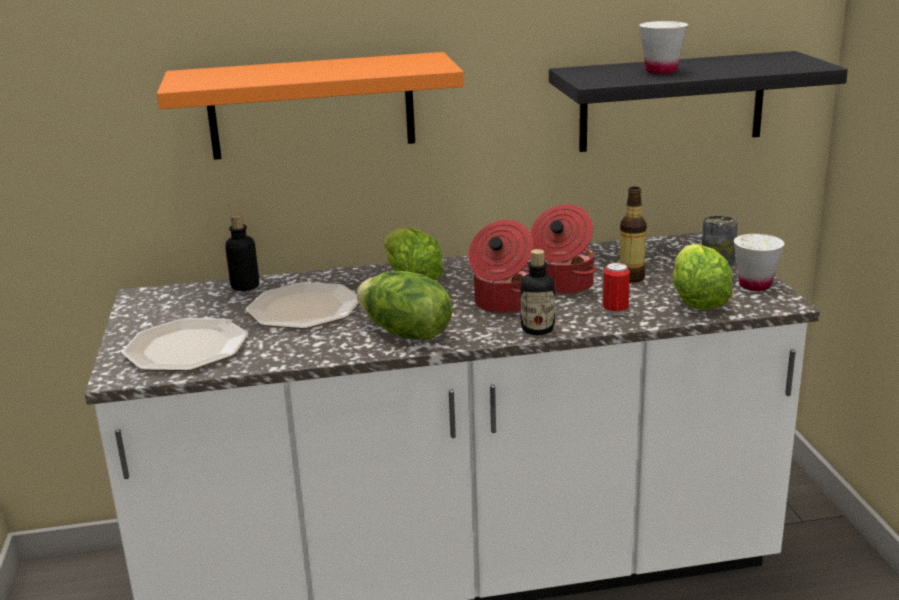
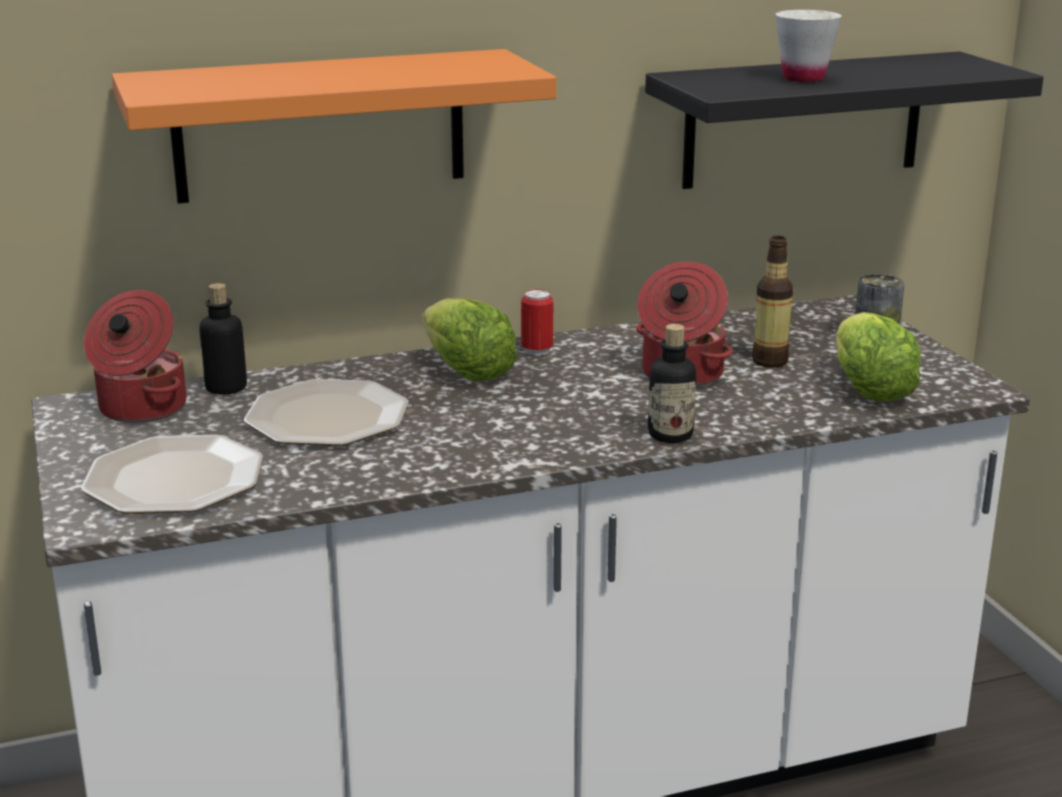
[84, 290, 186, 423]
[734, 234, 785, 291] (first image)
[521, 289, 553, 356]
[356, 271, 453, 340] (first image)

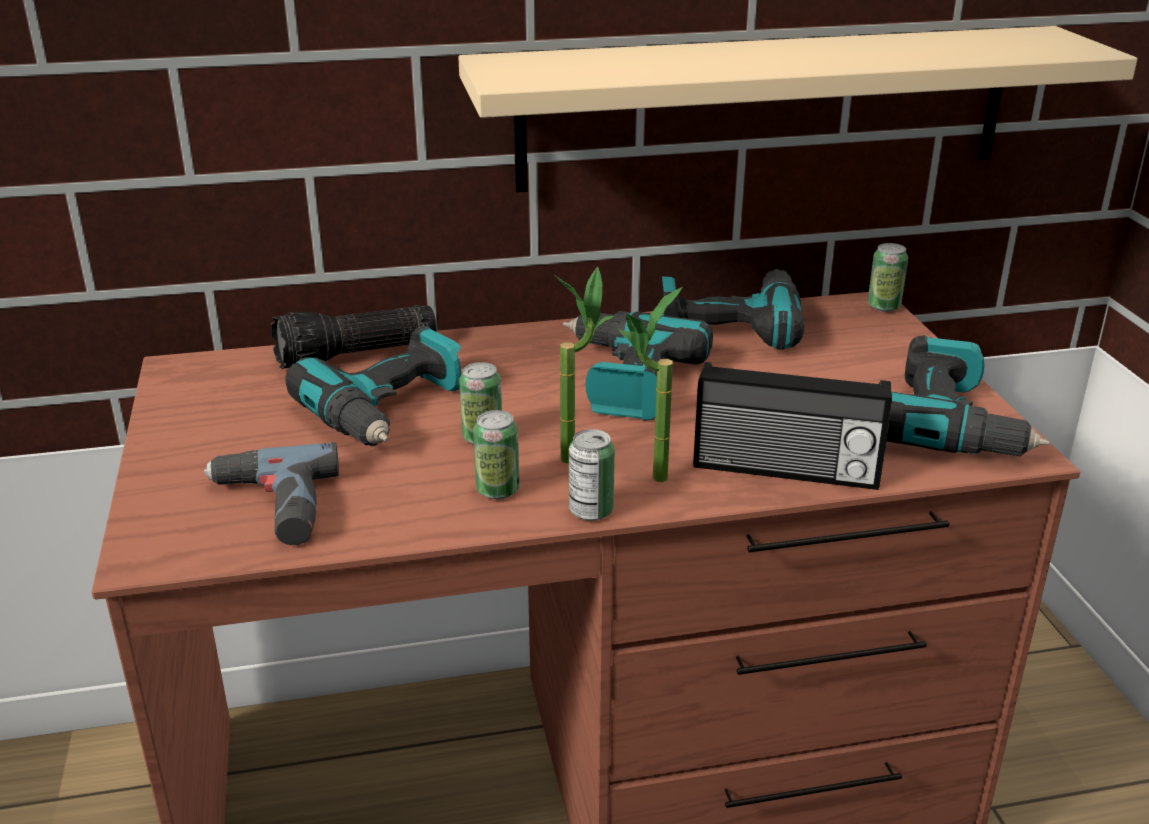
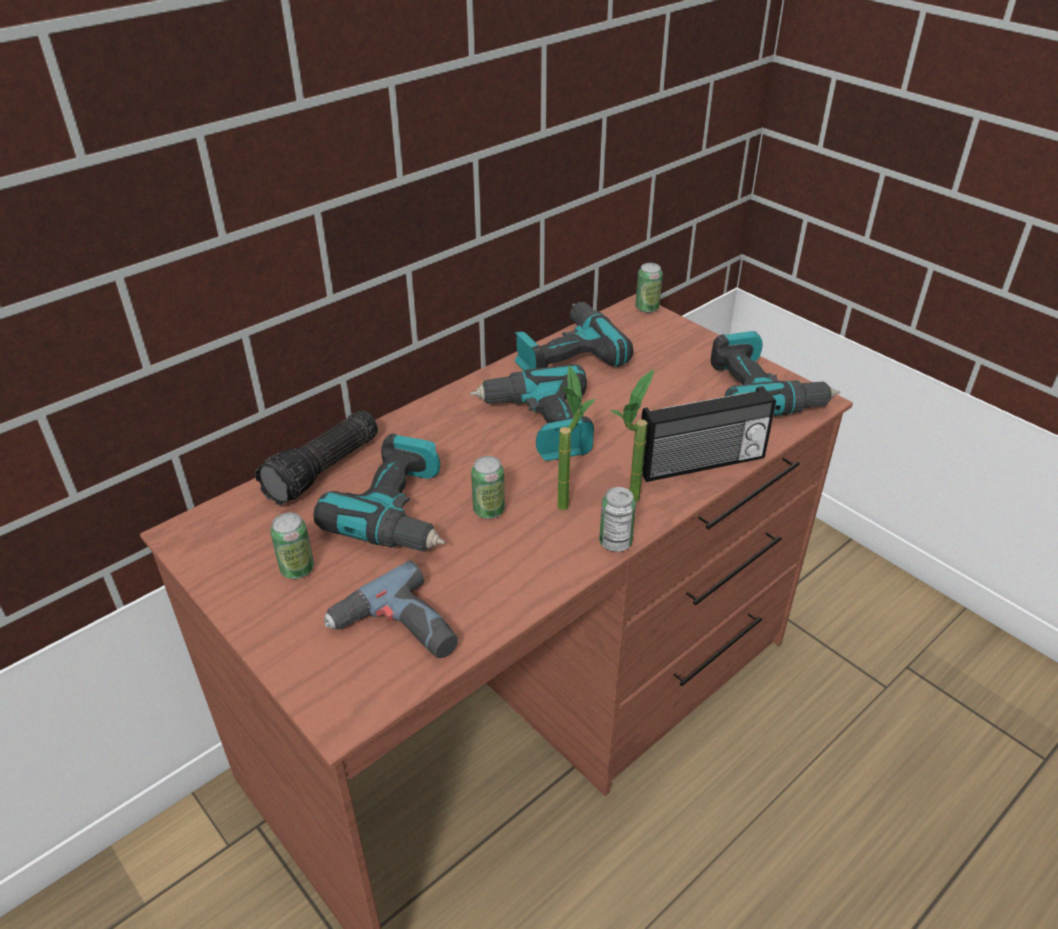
[458, 26, 1138, 192] (first image)
[270, 512, 314, 579]

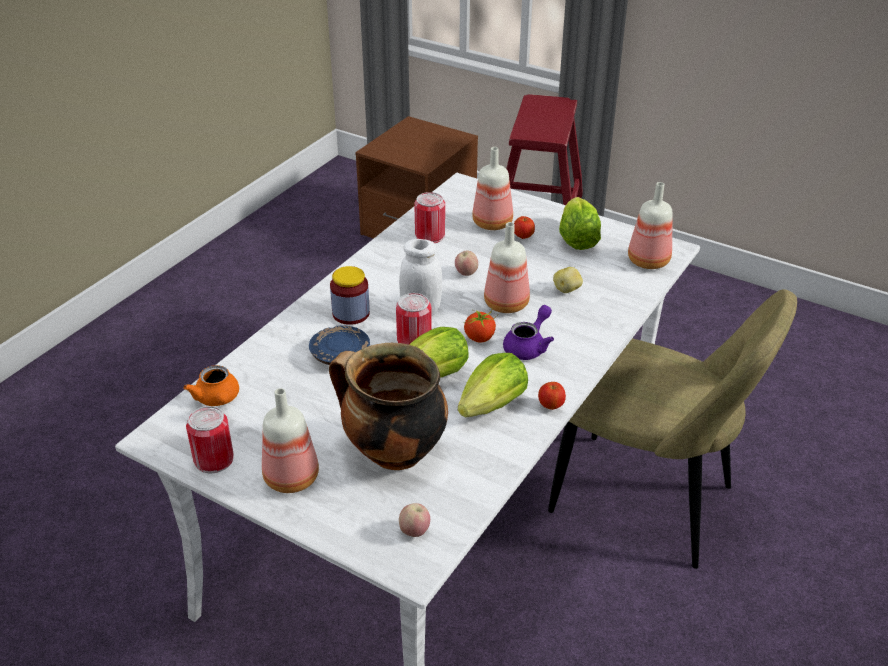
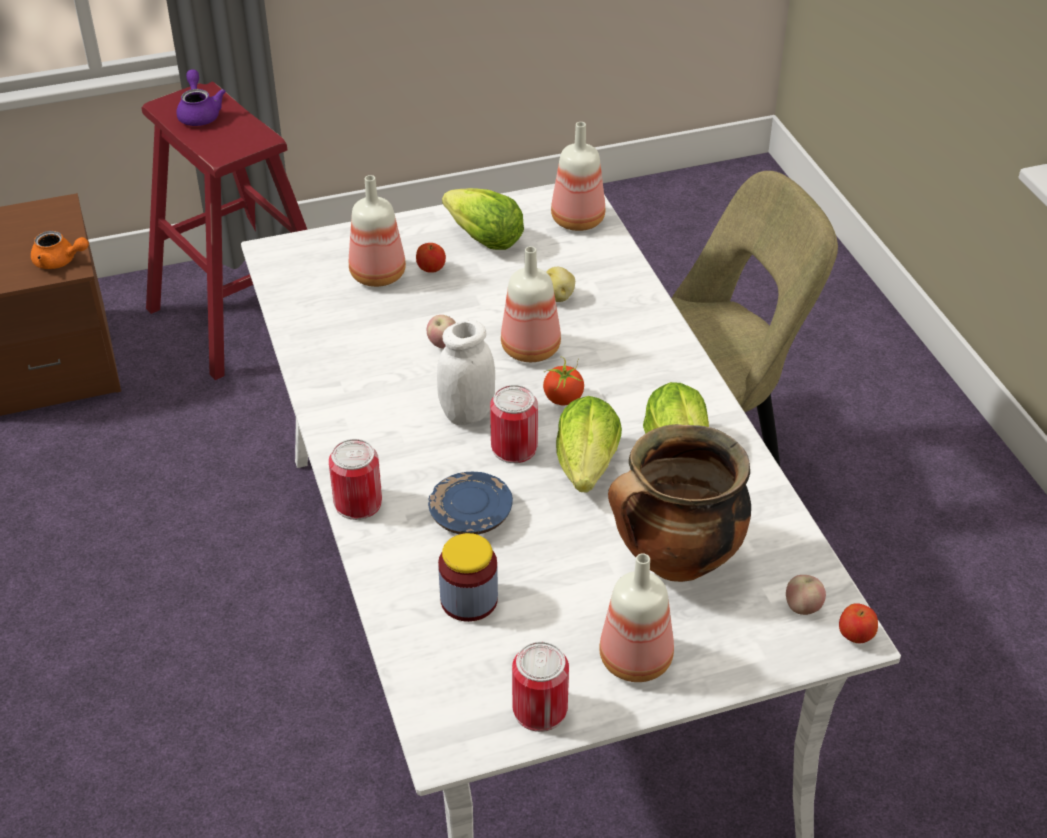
[329, 439, 382, 520]
[438, 533, 498, 622]
[176, 69, 226, 126]
[31, 231, 89, 269]
[839, 603, 878, 643]

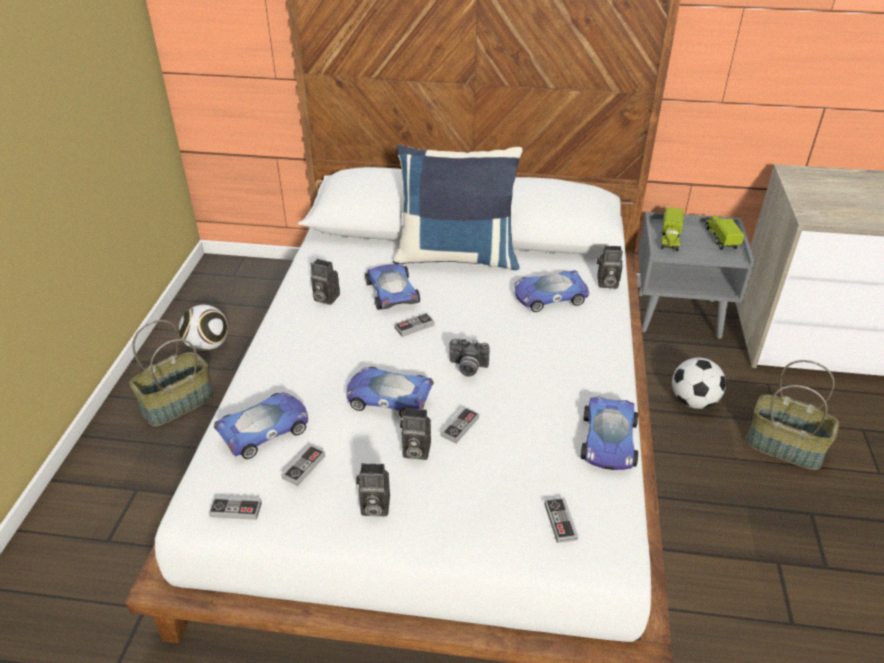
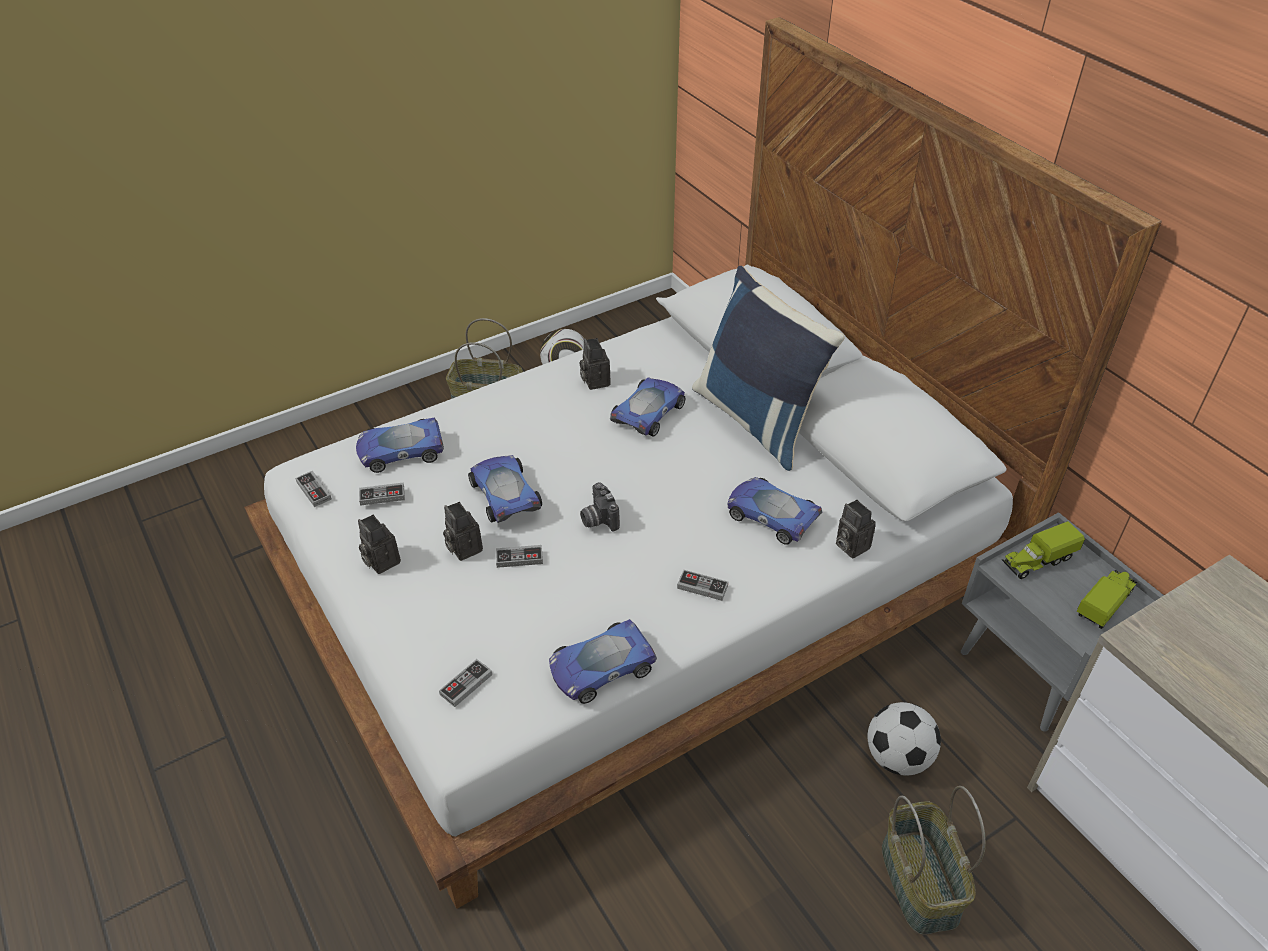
[677, 570, 728, 601]
[356, 418, 444, 473]

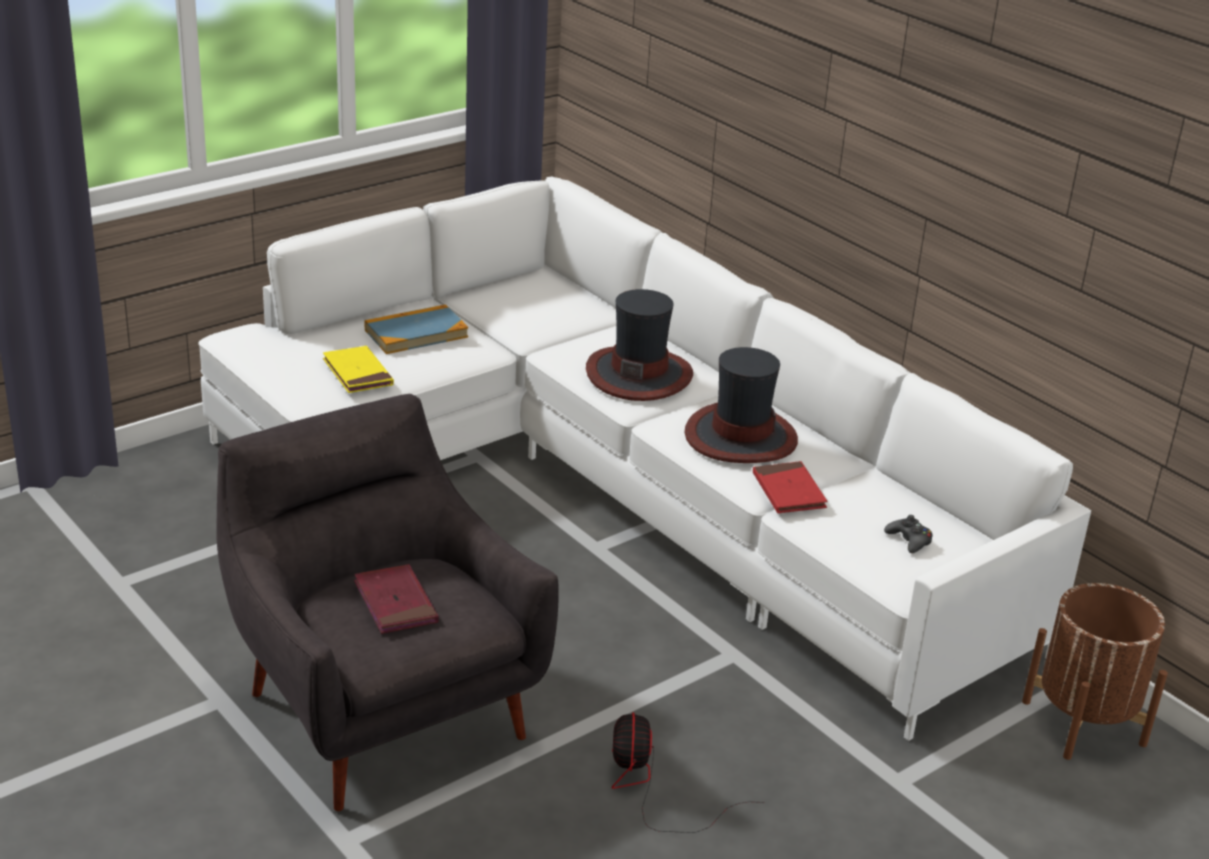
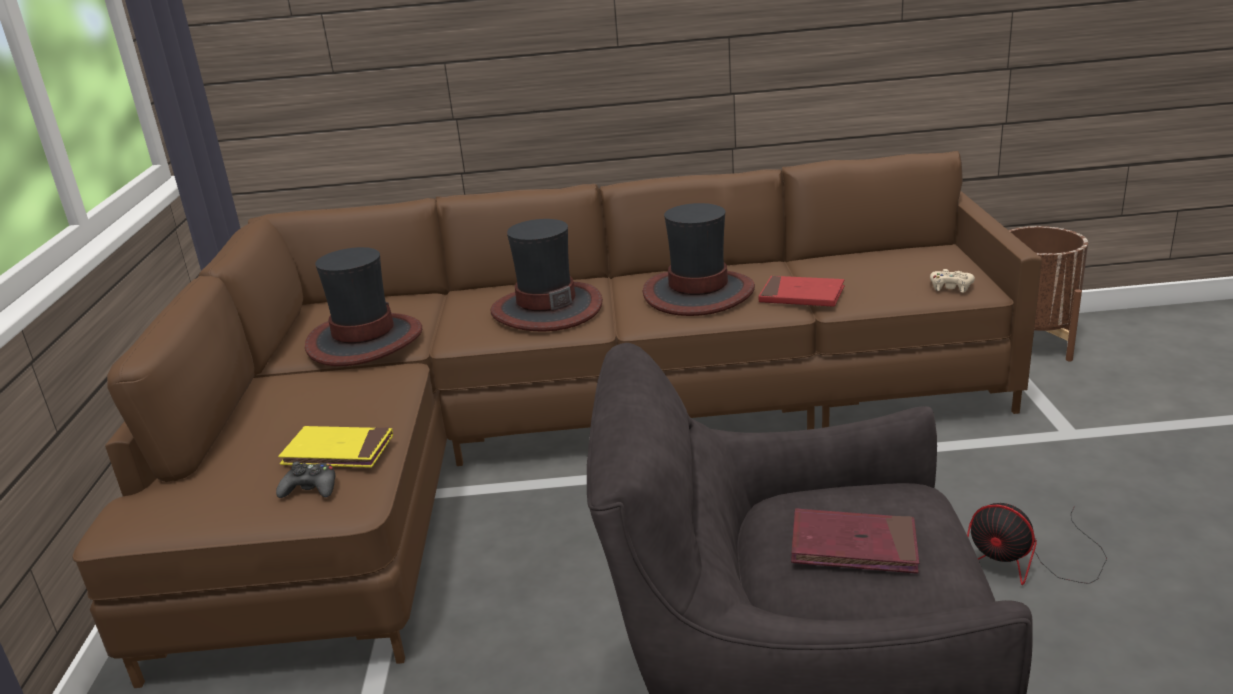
[73, 151, 1042, 688]
[364, 304, 468, 354] (first image)
[276, 461, 335, 498]
[305, 247, 422, 366]
[930, 269, 975, 293]

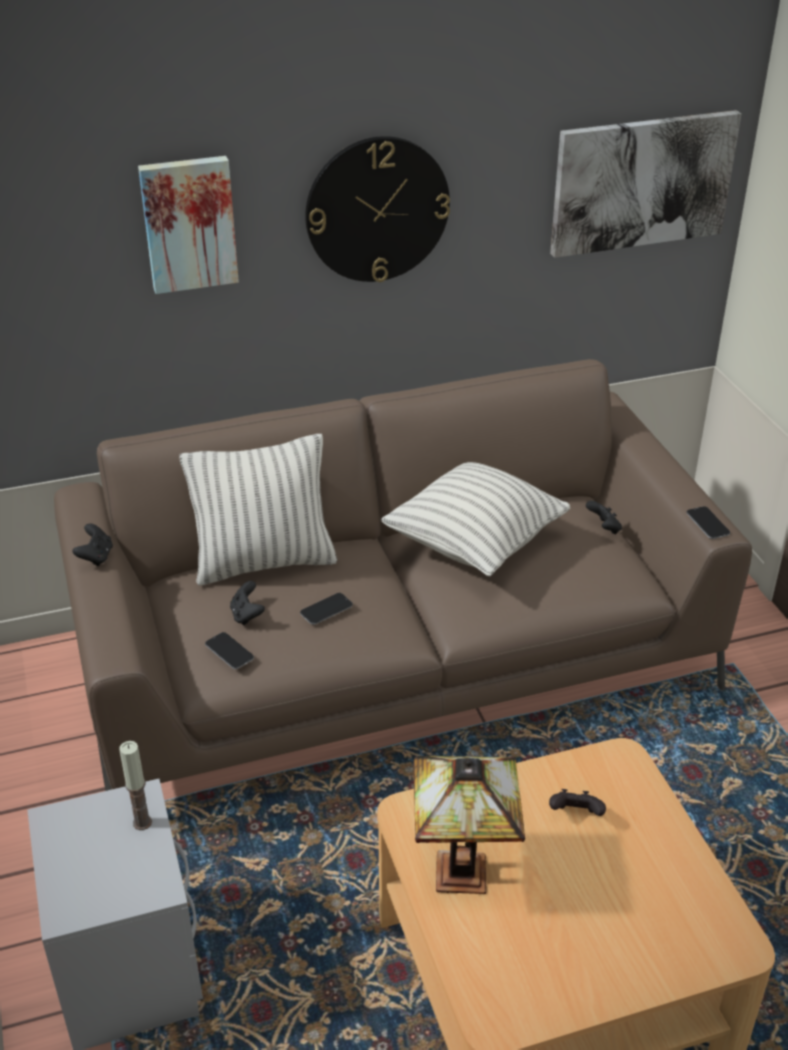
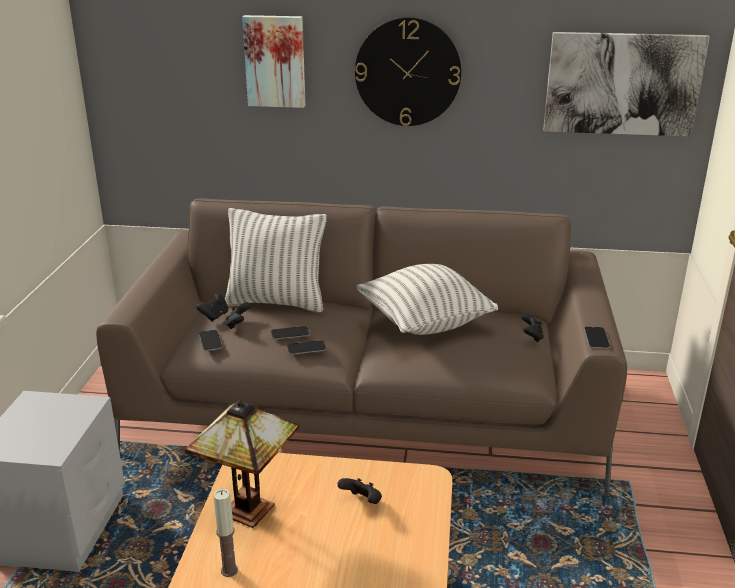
[196, 293, 228, 322]
[213, 489, 238, 577]
[287, 340, 327, 355]

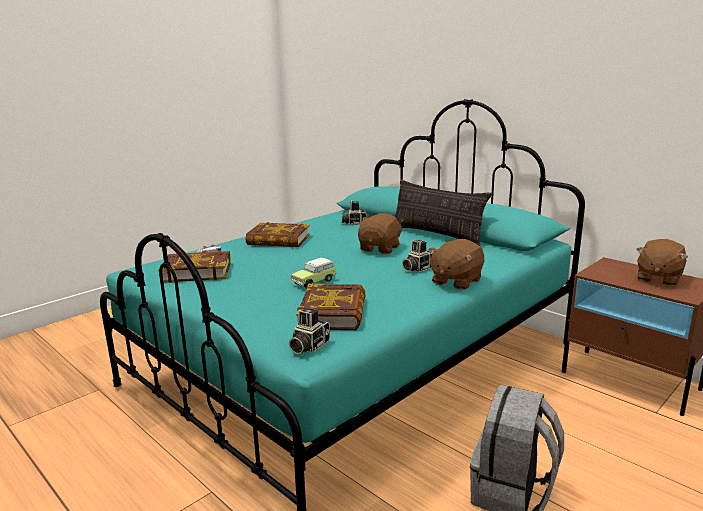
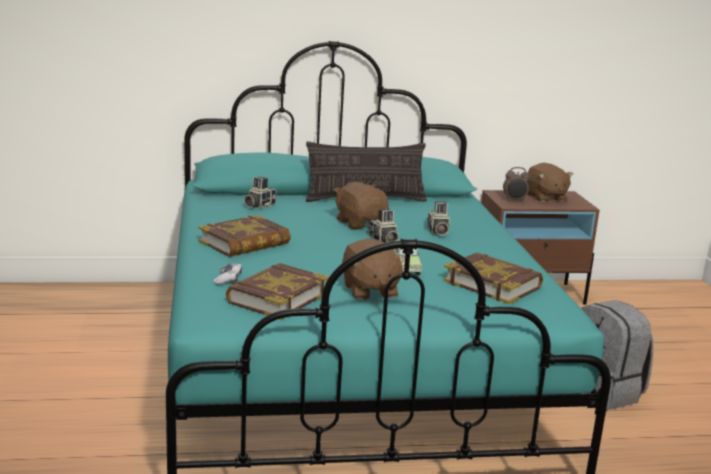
[342, 238, 405, 300]
[368, 209, 399, 243]
[503, 167, 530, 202]

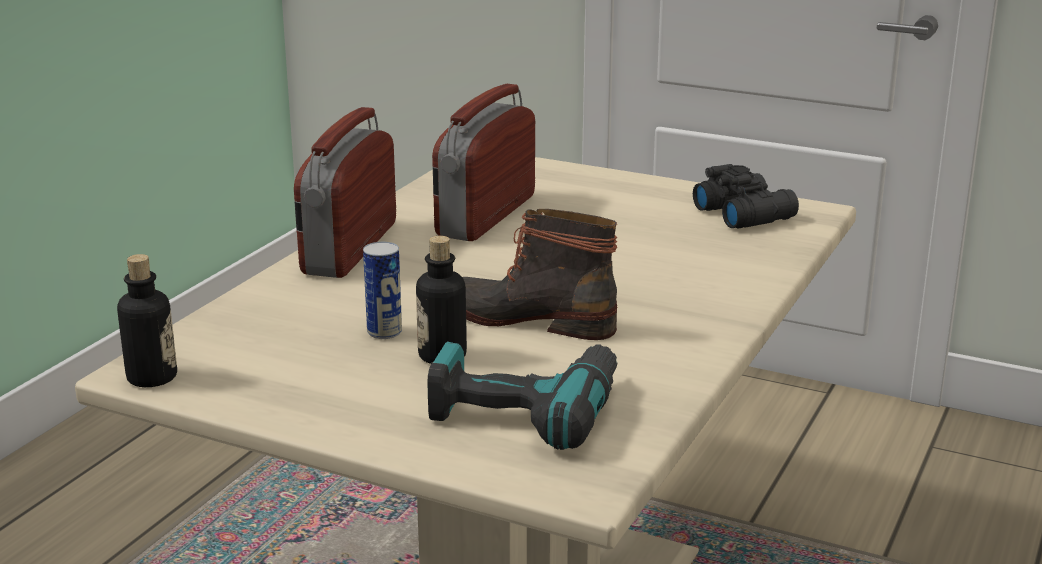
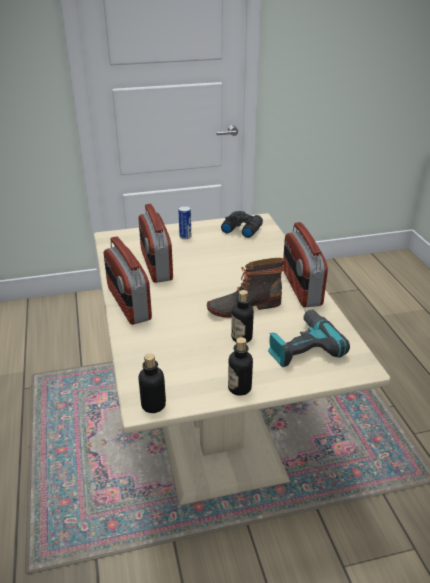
[178, 206, 191, 239]
[283, 222, 328, 307]
[228, 337, 253, 396]

